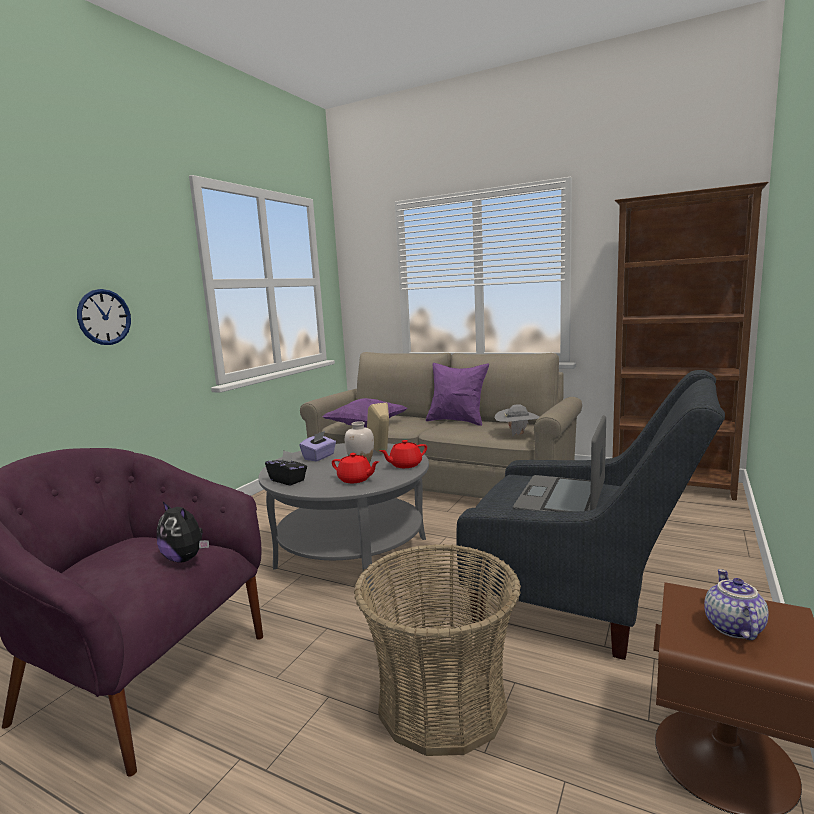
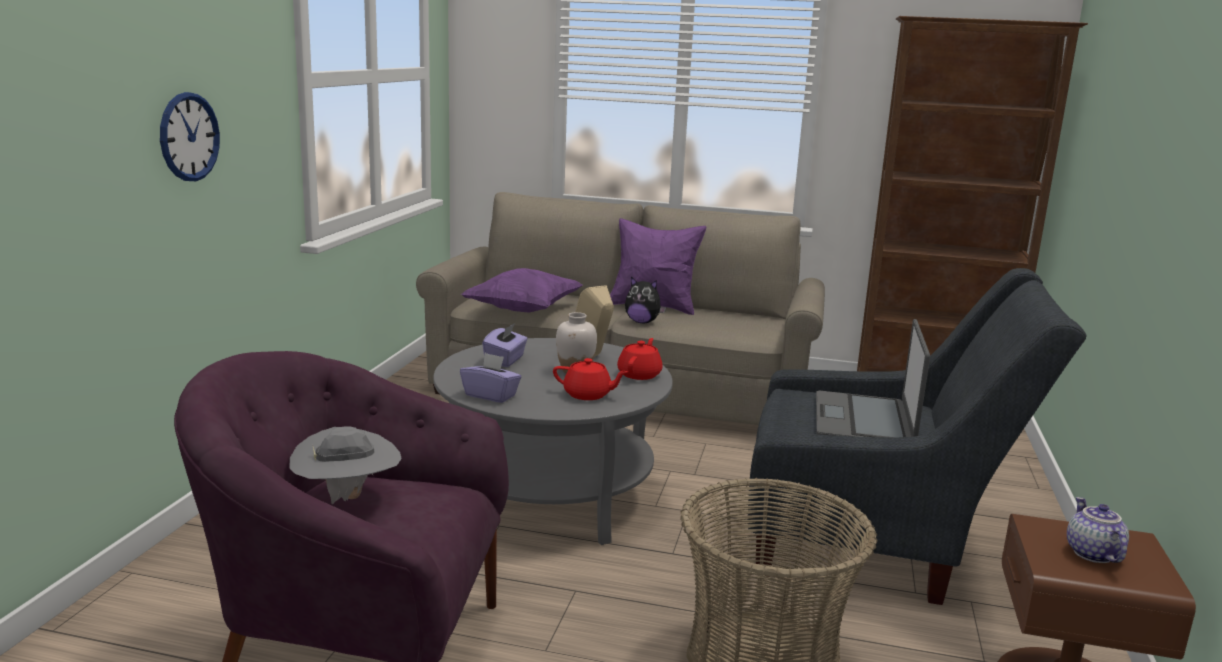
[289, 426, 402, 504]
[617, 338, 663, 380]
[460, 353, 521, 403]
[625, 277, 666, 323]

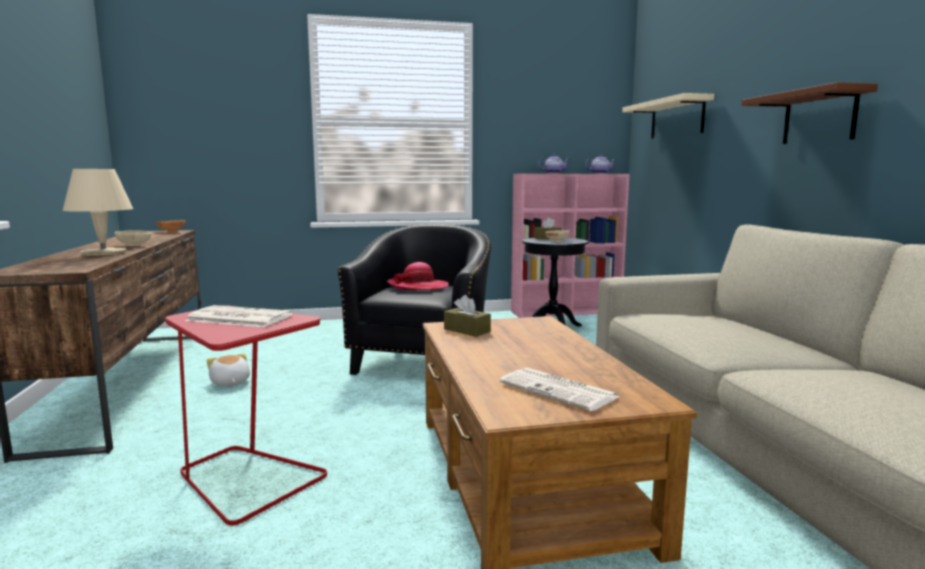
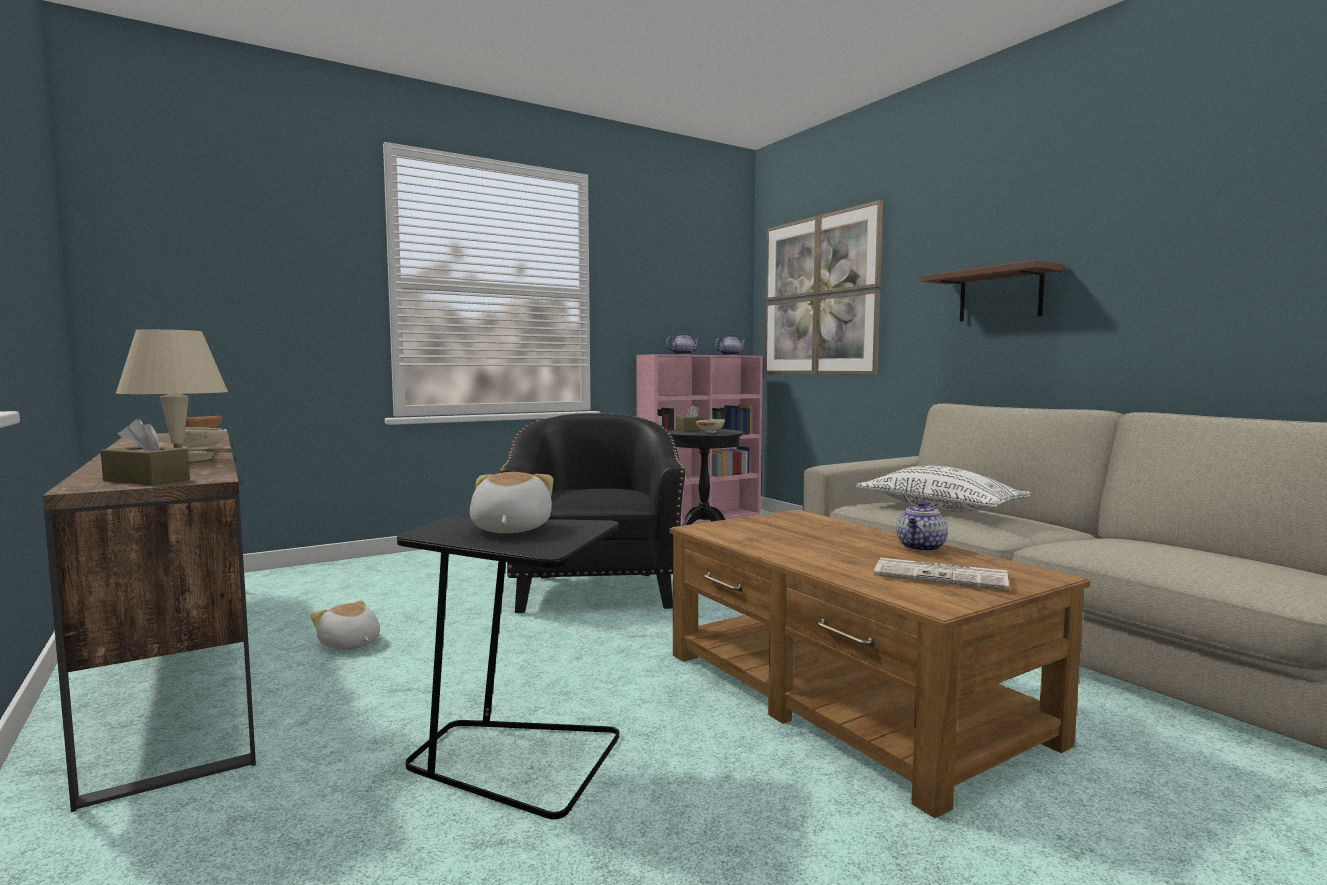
[764, 200, 883, 374]
[387, 262, 449, 290] (first image)
[101, 419, 190, 485]
[397, 518, 619, 820]
[470, 472, 553, 533]
[855, 466, 1031, 512]
[896, 501, 948, 551]

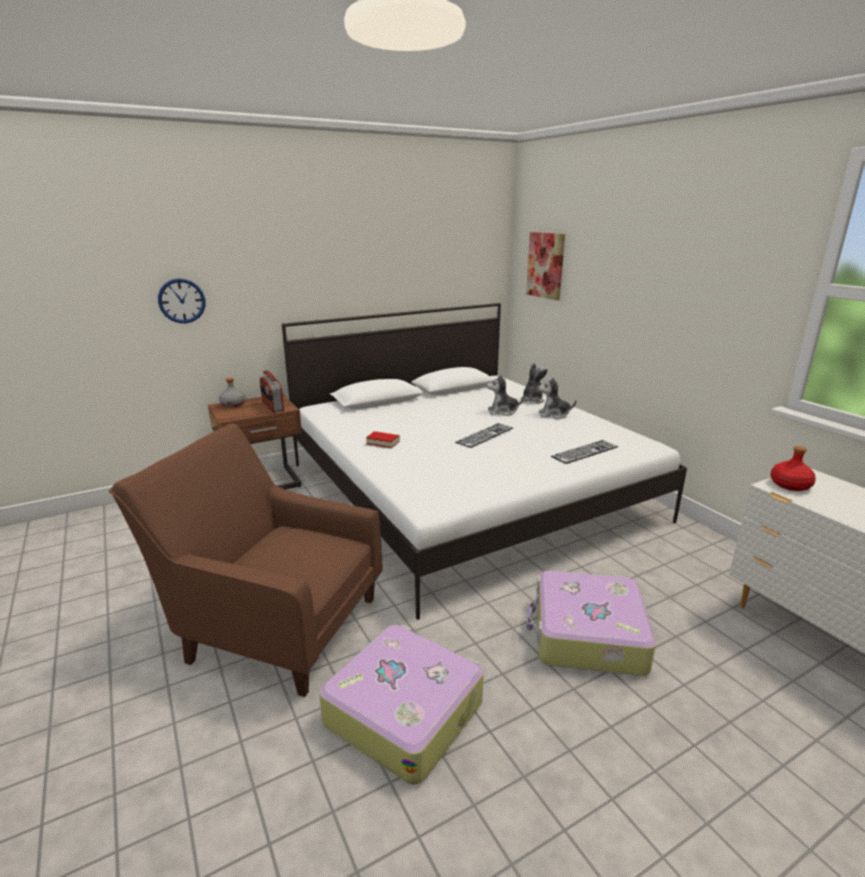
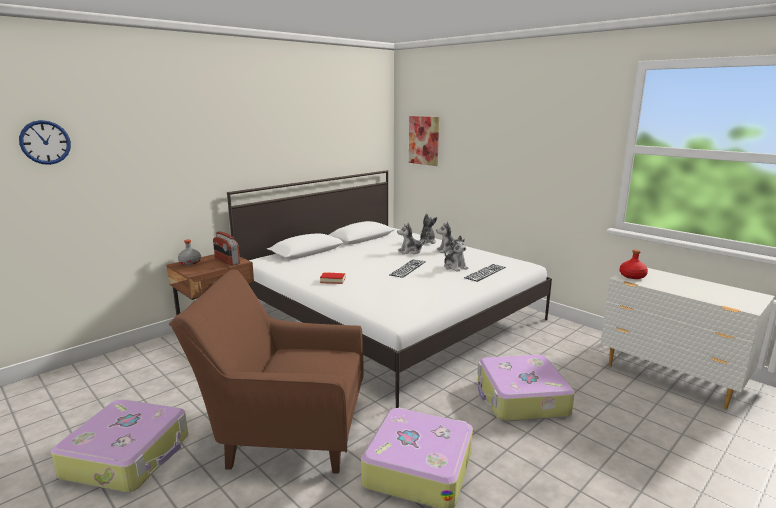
[19, 120, 71, 165]
[444, 235, 468, 272]
[51, 399, 188, 492]

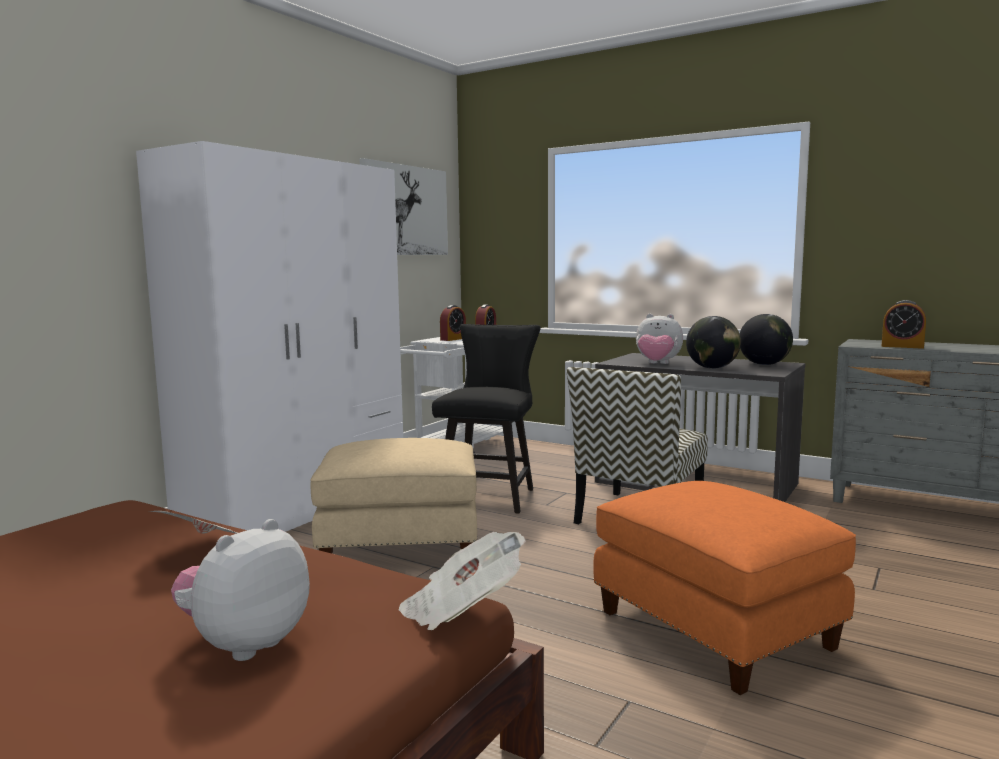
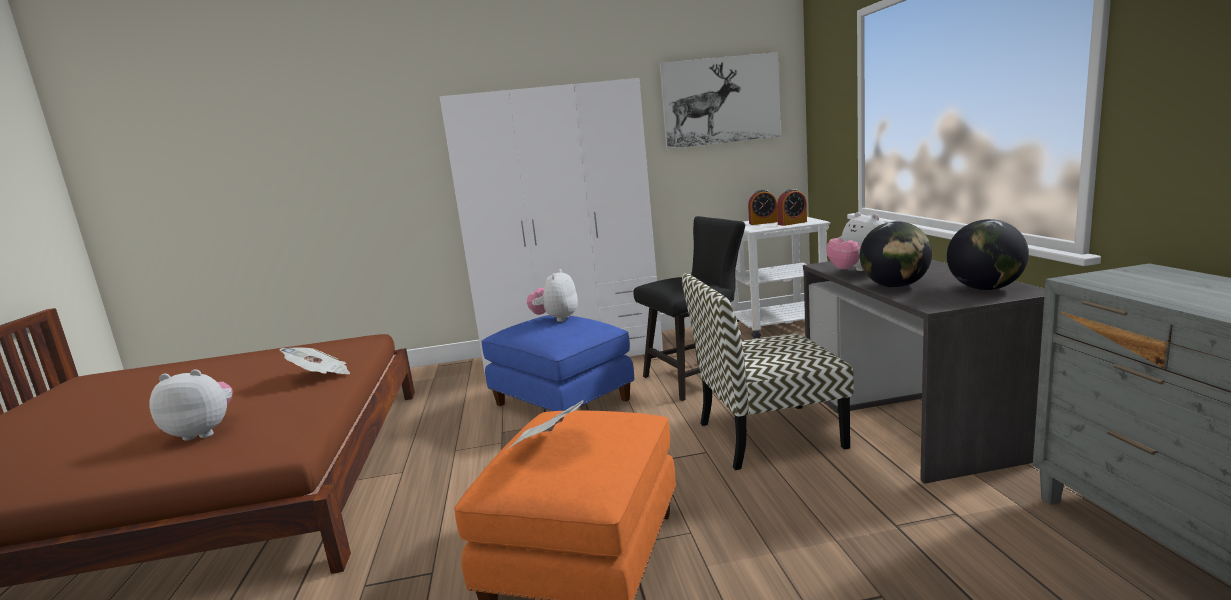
[881, 300, 926, 349] (first image)
[482, 315, 634, 411]
[507, 399, 585, 449]
[527, 269, 578, 322]

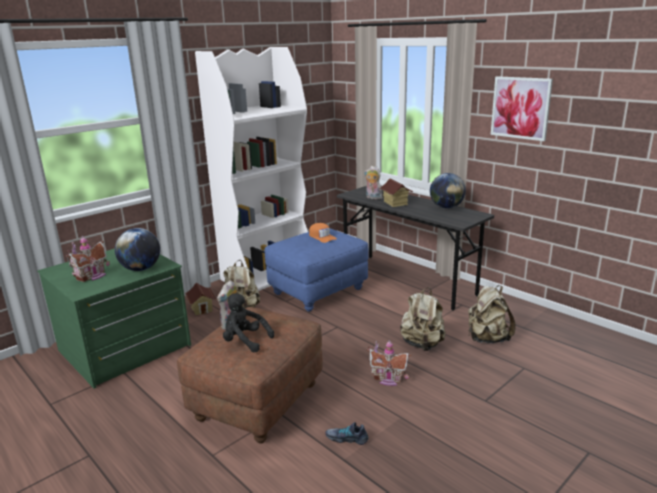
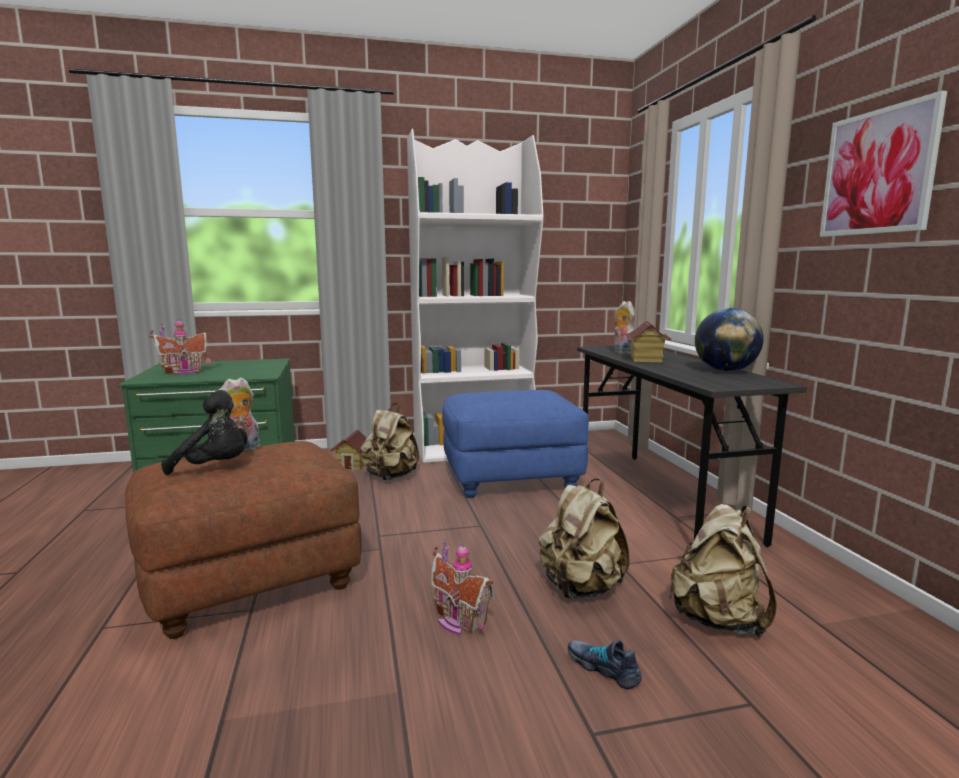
[309, 223, 337, 243] (first image)
[115, 228, 160, 271] (first image)
[161, 390, 248, 475]
[568, 640, 642, 689]

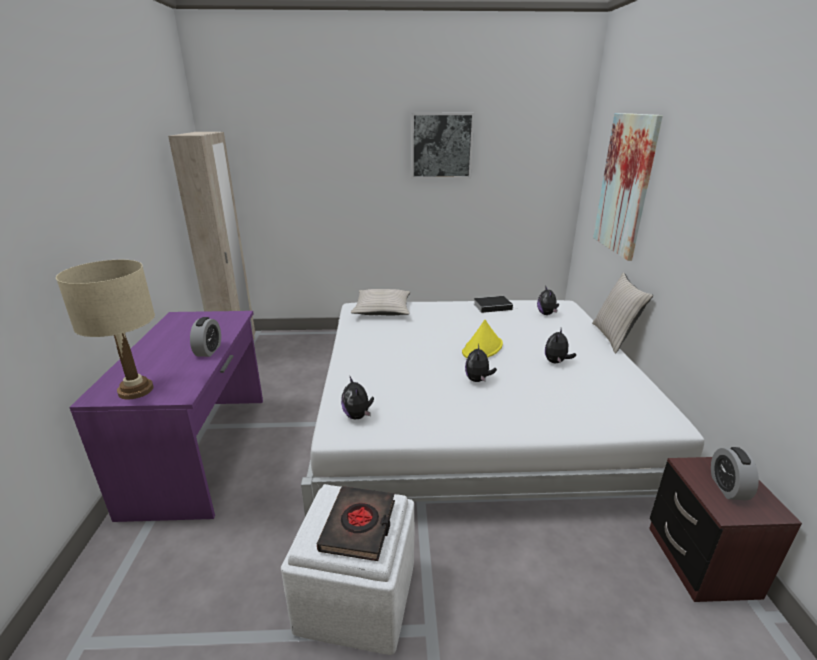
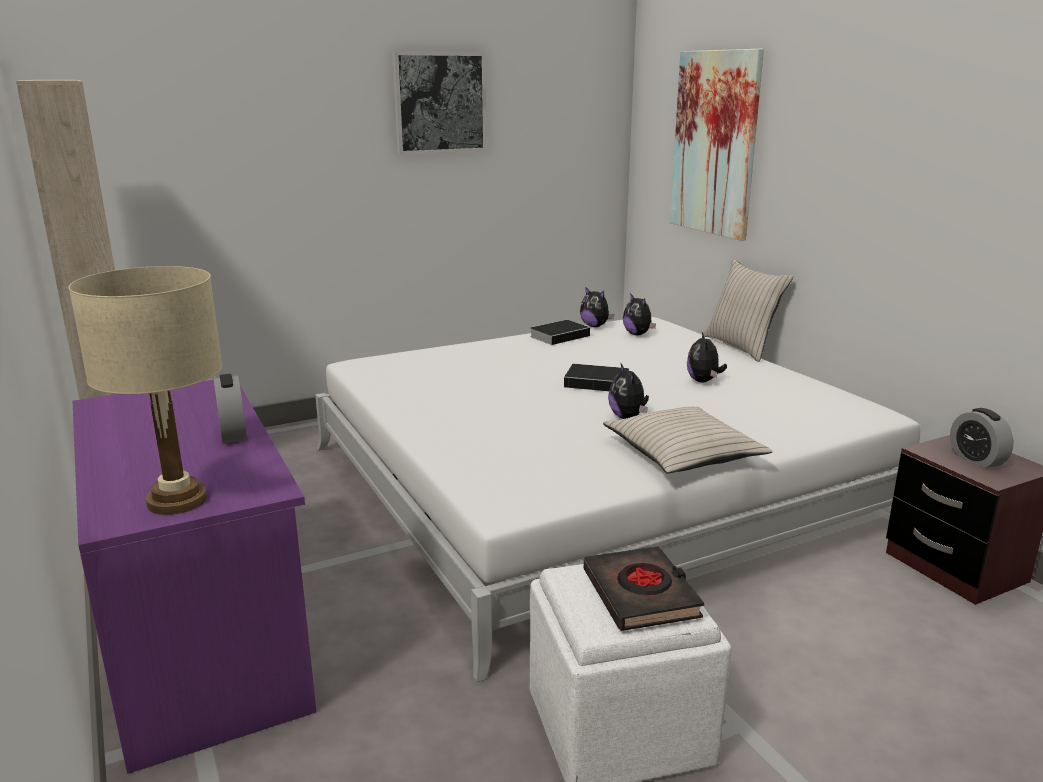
[603, 407, 773, 473]
[564, 364, 629, 391]
[580, 287, 614, 327]

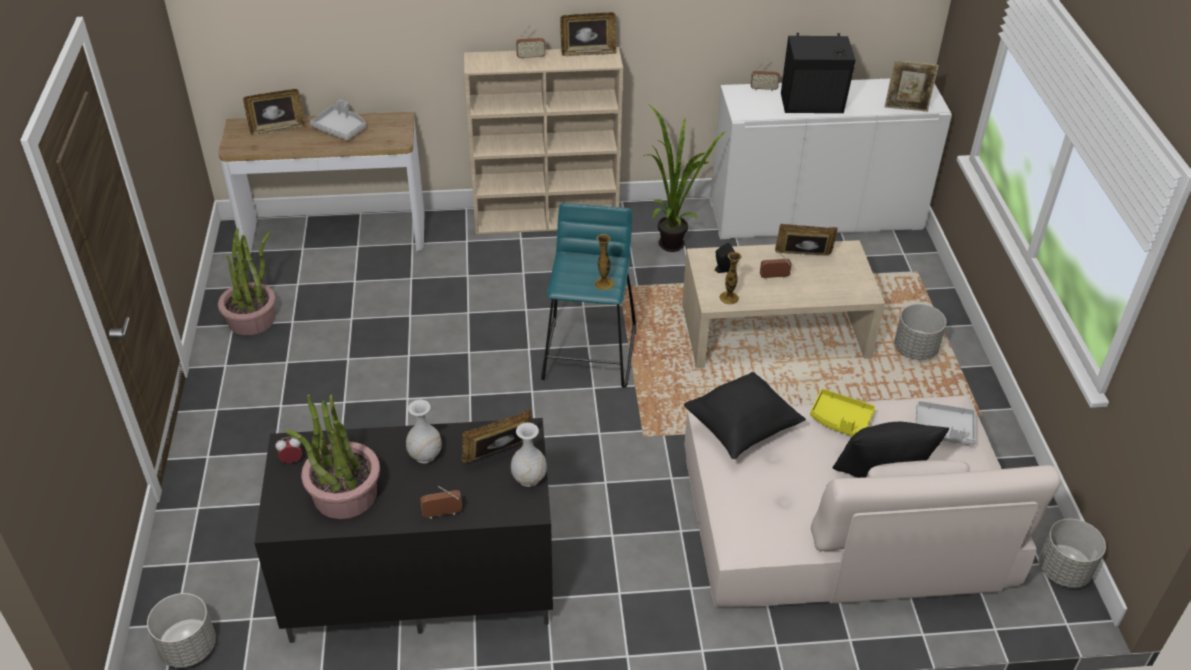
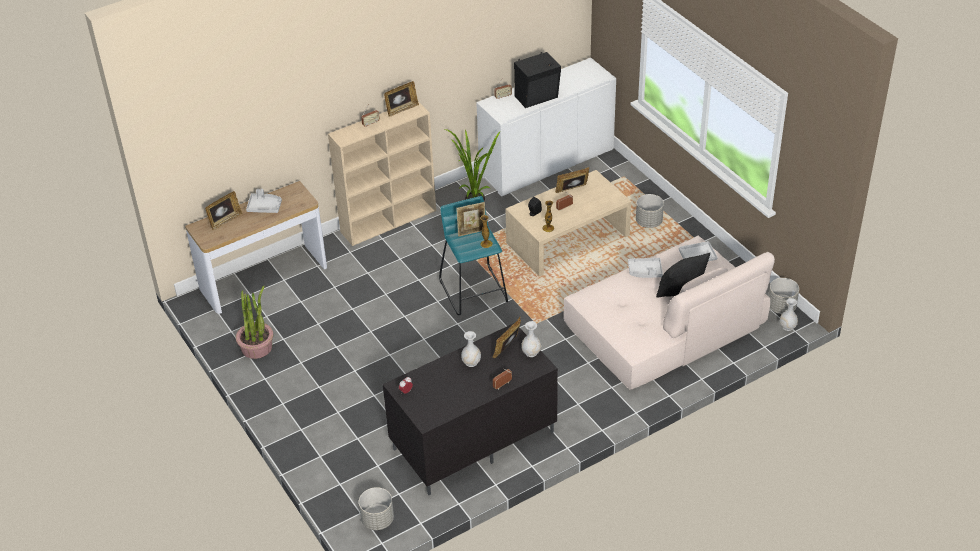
[456, 202, 485, 237]
[684, 372, 806, 459] (first image)
[628, 258, 663, 278]
[285, 394, 380, 519] (first image)
[780, 298, 798, 331]

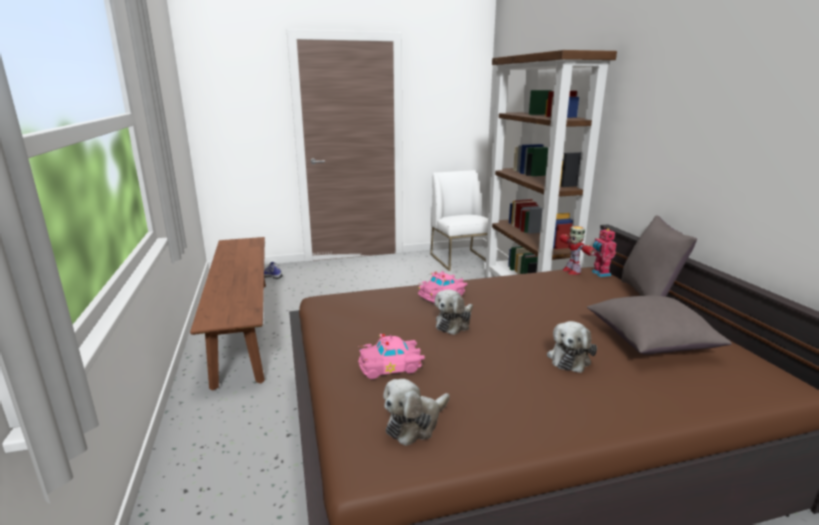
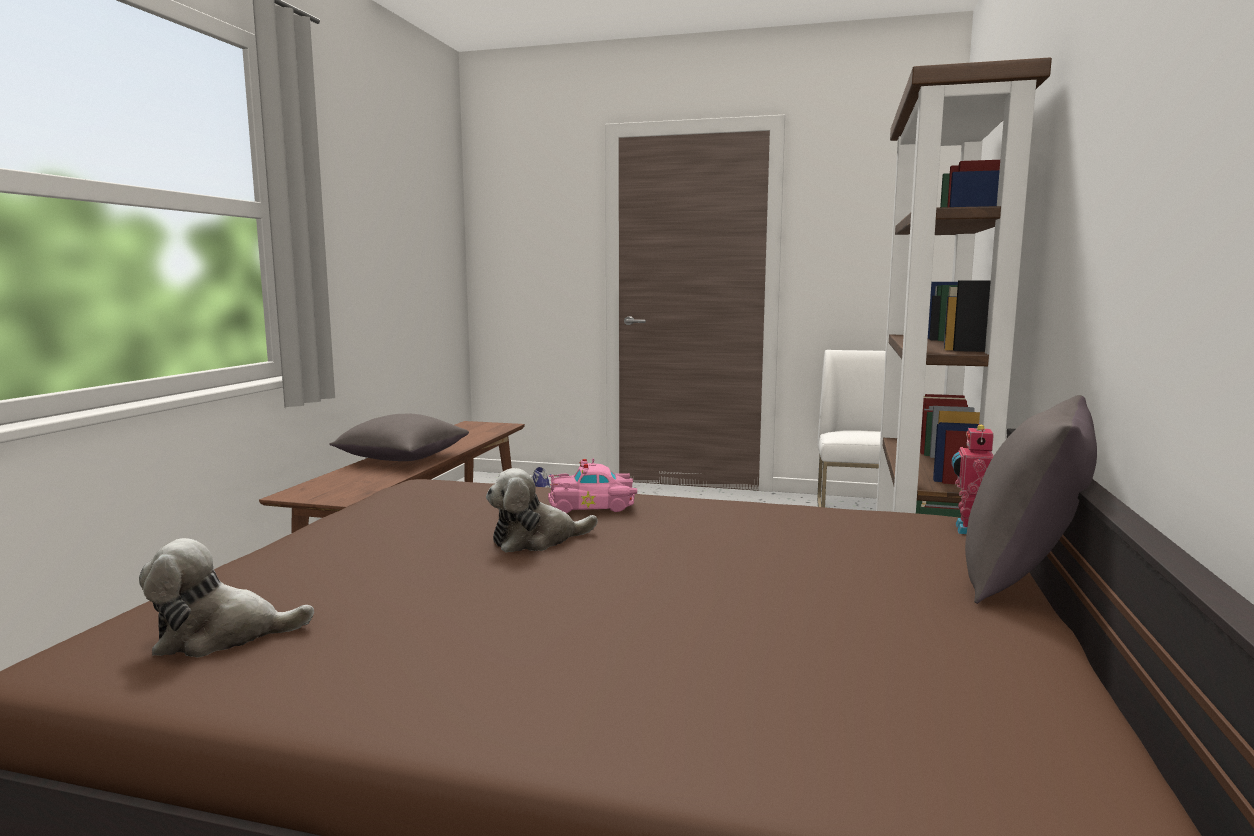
[560, 226, 595, 275] (first image)
[329, 414, 469, 461]
[547, 321, 597, 373] (first image)
[358, 334, 425, 379] (first image)

